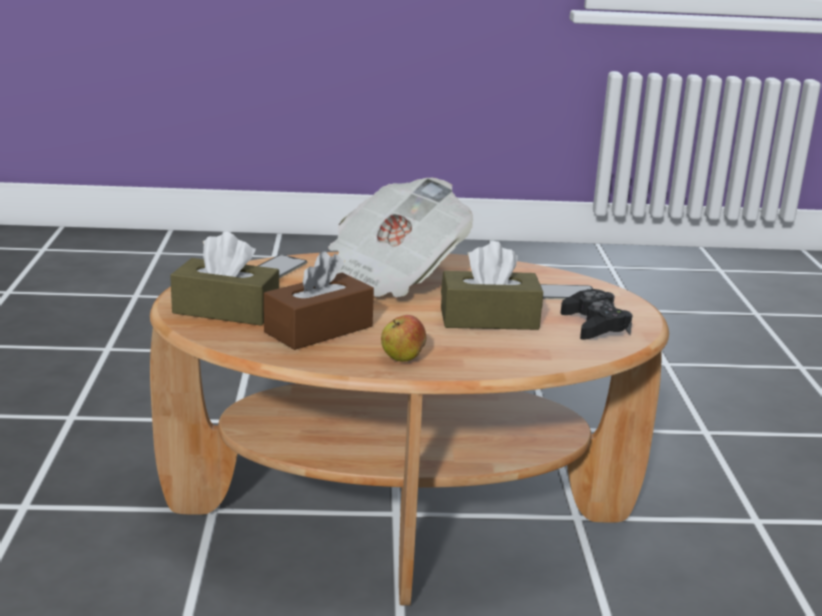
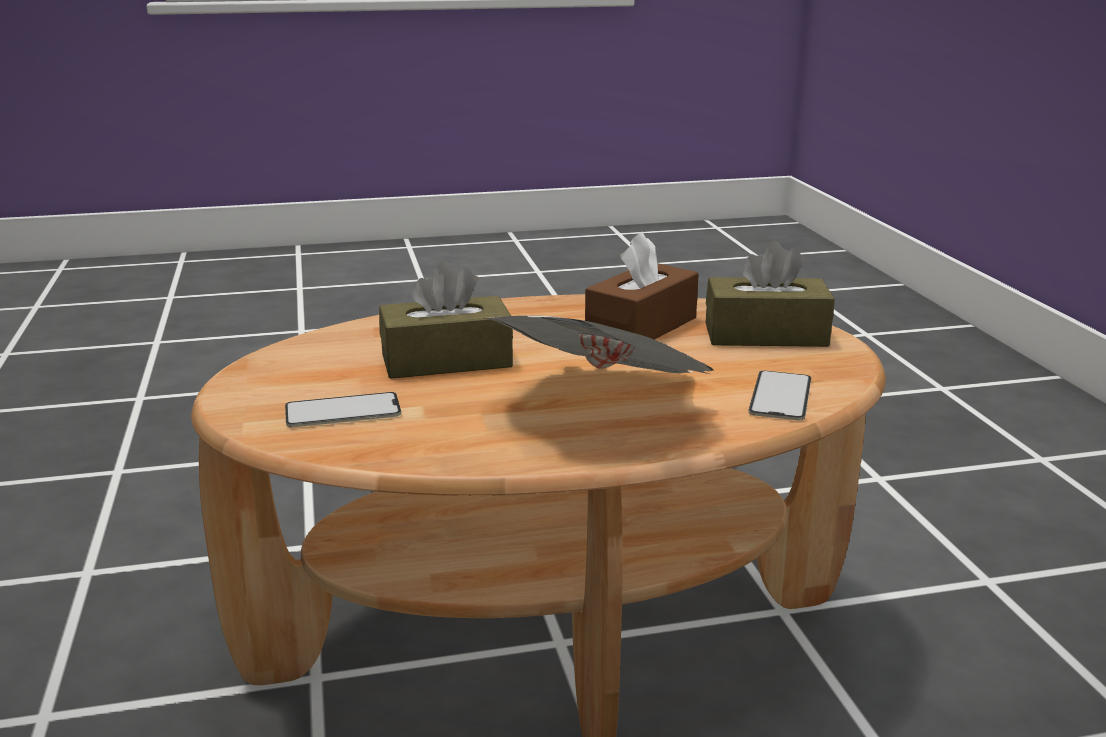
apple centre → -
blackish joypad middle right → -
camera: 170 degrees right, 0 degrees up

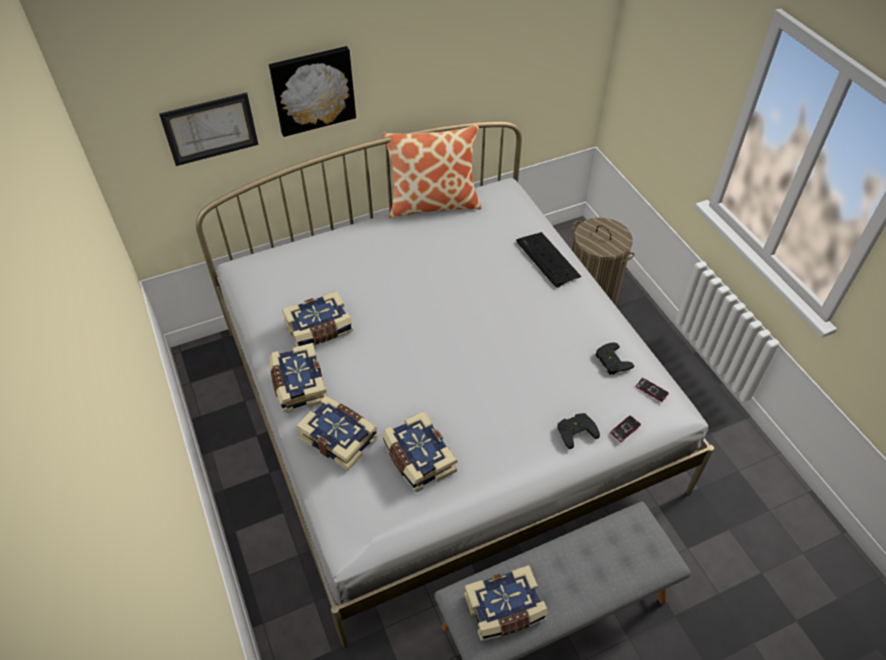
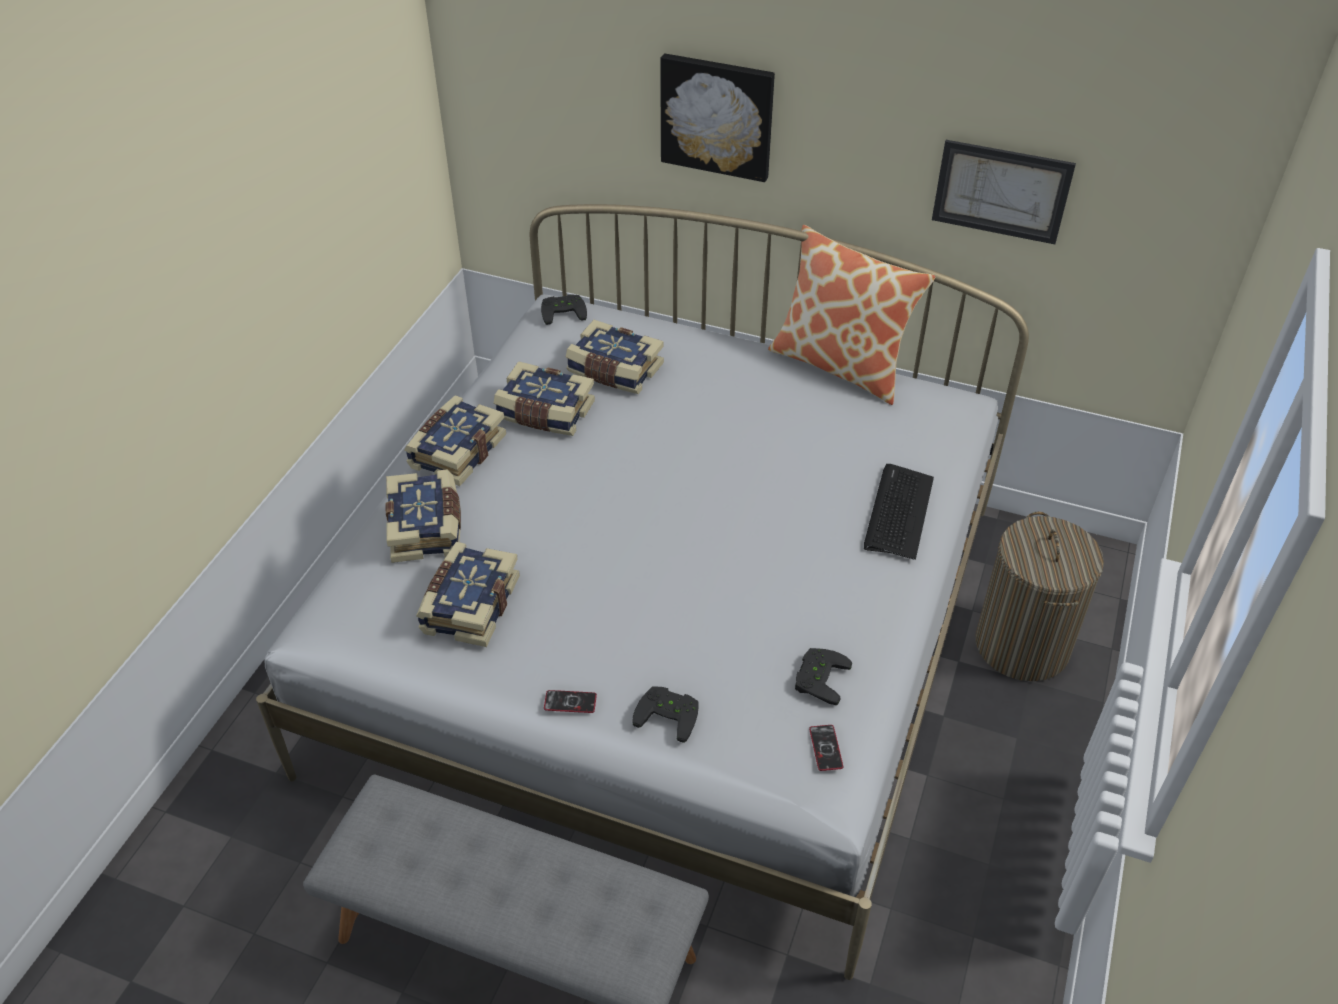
- → blackish joypad (no. 1 from left) top centre
wall art (no. 1 from left in the first image) top left → wall art (no. 2 from left) top right, shifted
bound book (no. 5 from left) bottom centre → bound book (no. 5 from left) centre, shifted
telephone (no. 1 from left) middle right → telephone (no. 1 from left) bottom centre, shifted
camera: 45 degrees right, 5 degrees down

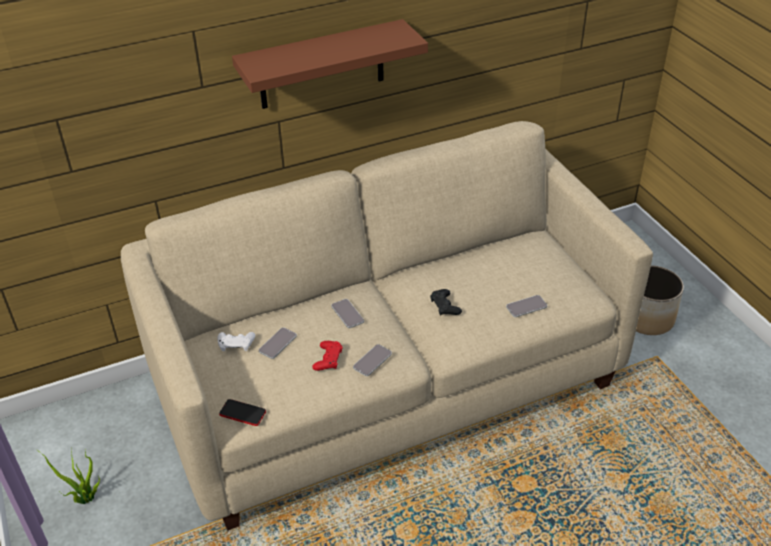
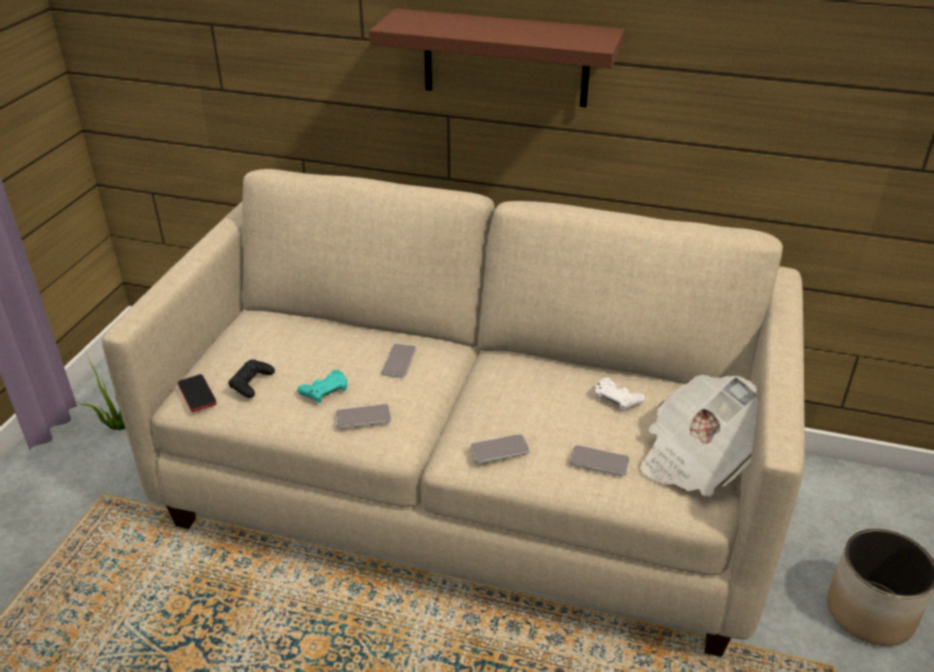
- → printed paper middle right
white-coloured joypad middle left → white-coloured joypad centre, shifted
telephone (no. 2 from left in the first image) centre → telephone (no. 4 from left) bottom centre, shifted
blackish joypad centre → blackish joypad middle left, shifted
red joypad centre → turquoise joypad centre
camera: 40 degrees right, 5 degrees down

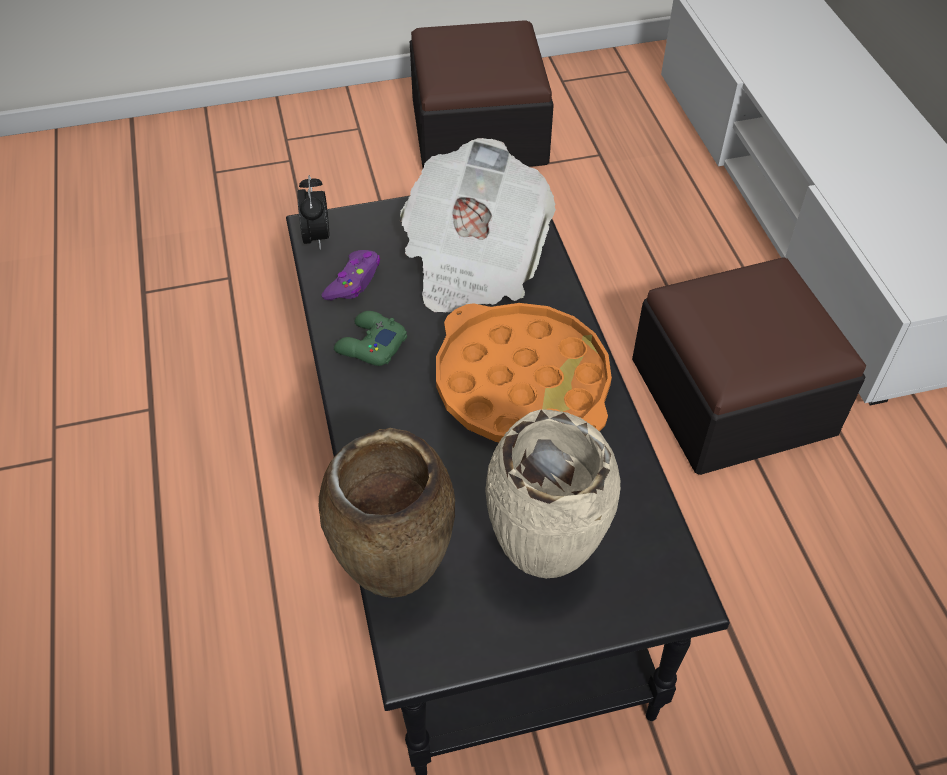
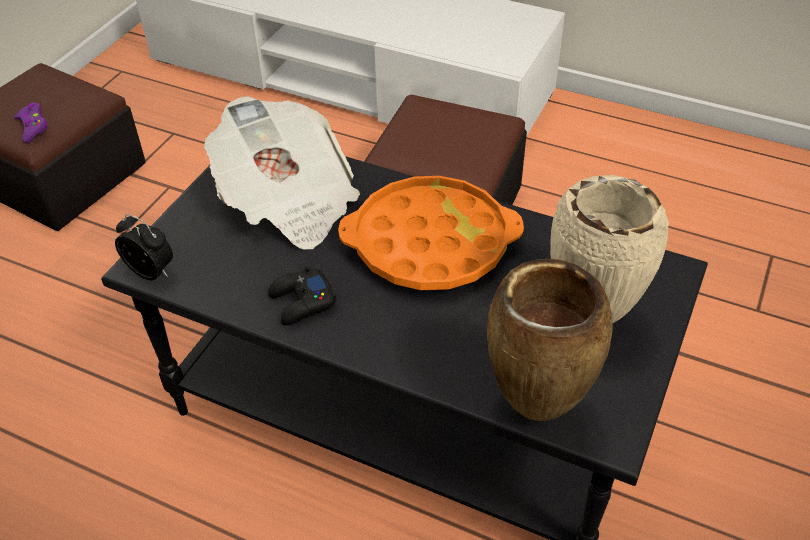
purplish joypad centre → purplish joypad top left, shifted
green-coloured joypad centre → blackish joypad centre
camera: 50 degrees left, 5 degrees down

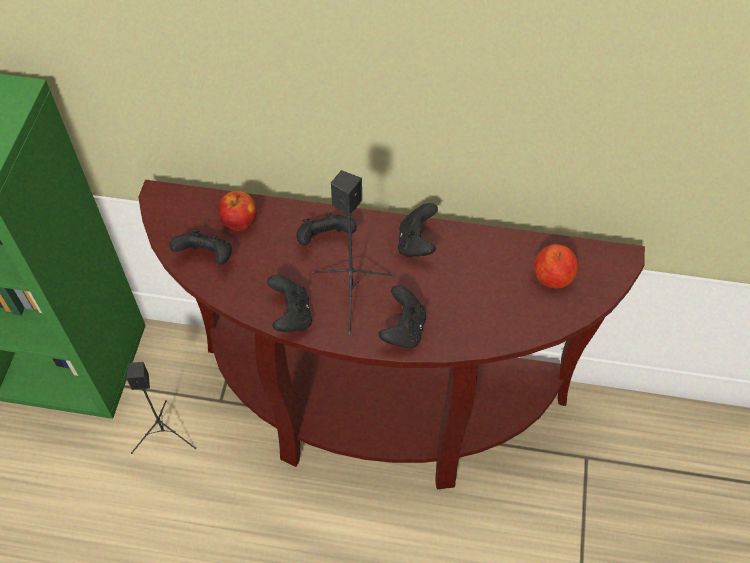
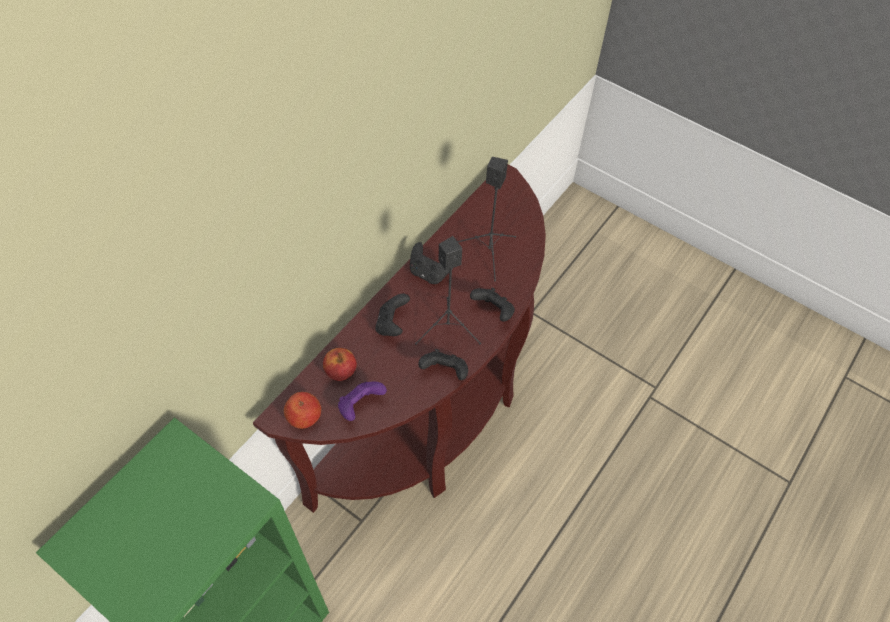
blackish loudspeaker (no. 1 from left in the first image) bottom left → blackish loudspeaker (no. 2 from left) centre, shifted
apple (no. 2 from left in the first image) middle right → apple (no. 1 from left) centre, shifted
blackish joypad (no. 1 from left) middle left → purplish joypad centre
camera: 65 degrees left, 0 degrees up

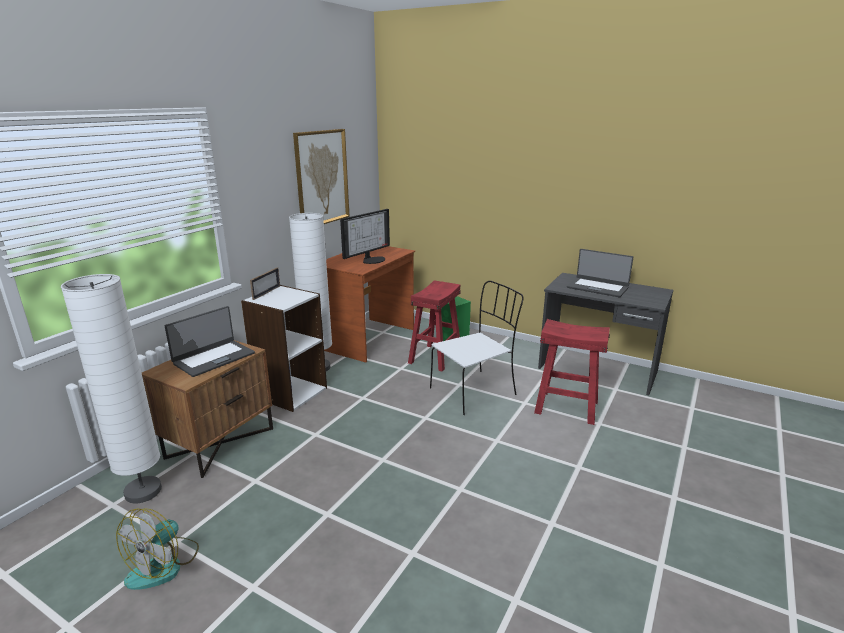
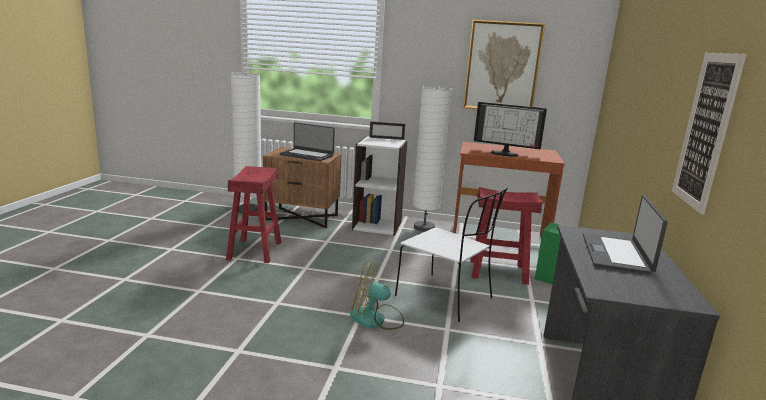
- → wall art (no. 2 from left) middle right
cooling fan bottom left → cooling fan bottom centre, shifted
red stool (no. 2 from left in the first image) middle right → red stool (no. 1 from left) middle left, shifted
camera: 70 degrees right, 5 degrees down

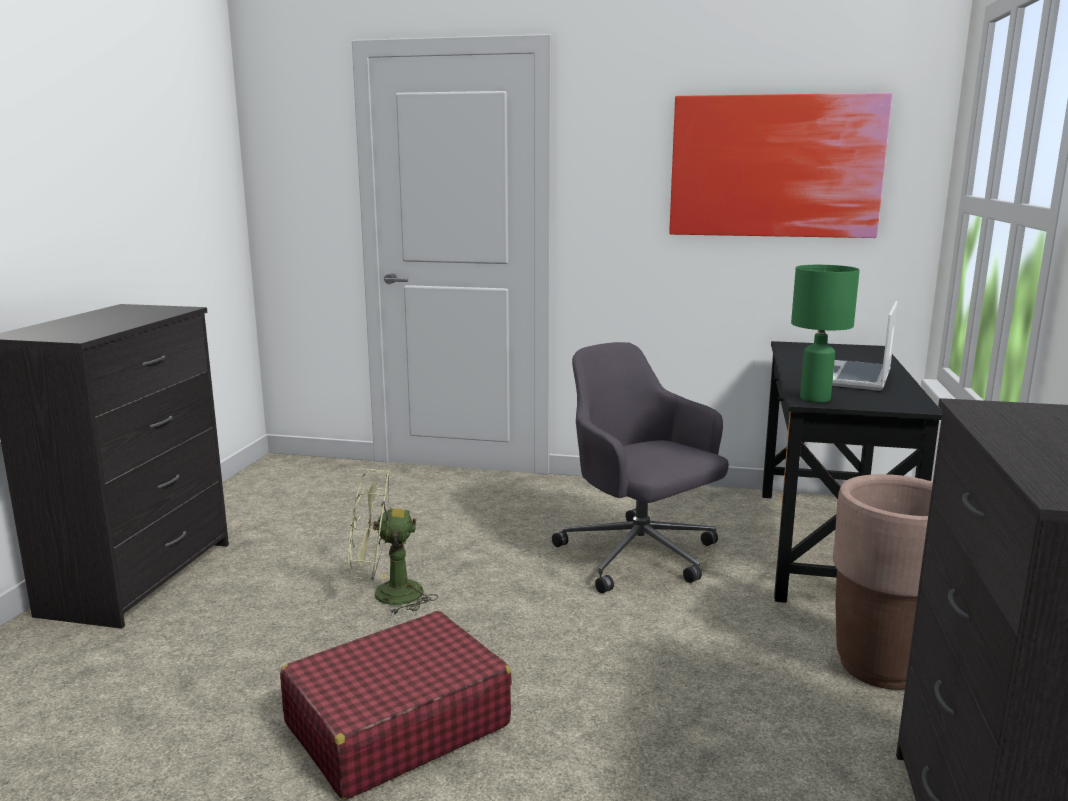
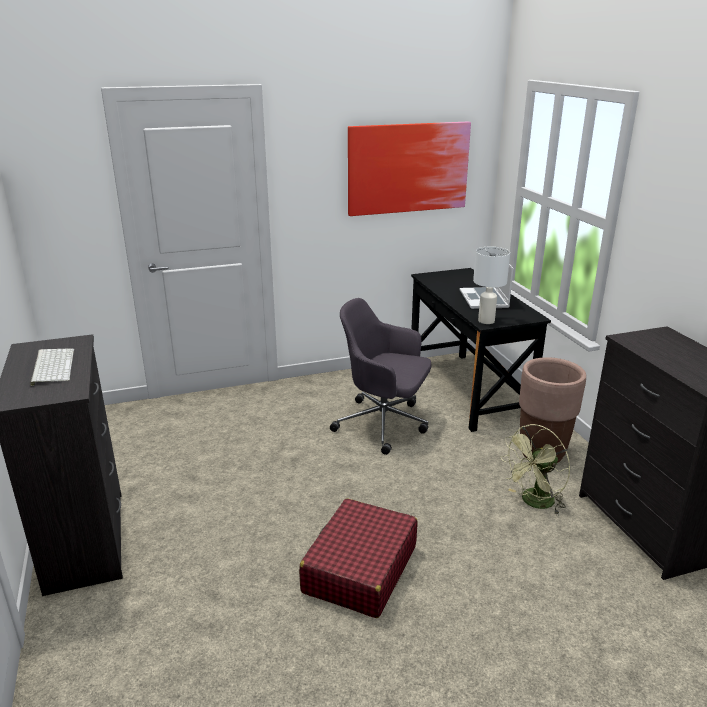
- → computer keyboard middle left
green-coloured cooling fan bottom centre → green-coloured cooling fan middle right, shifted
green-coloured tabletop lamp middle right → white-coloured tabletop lamp middle right
camera: 30 degrees left, 10 degrees up

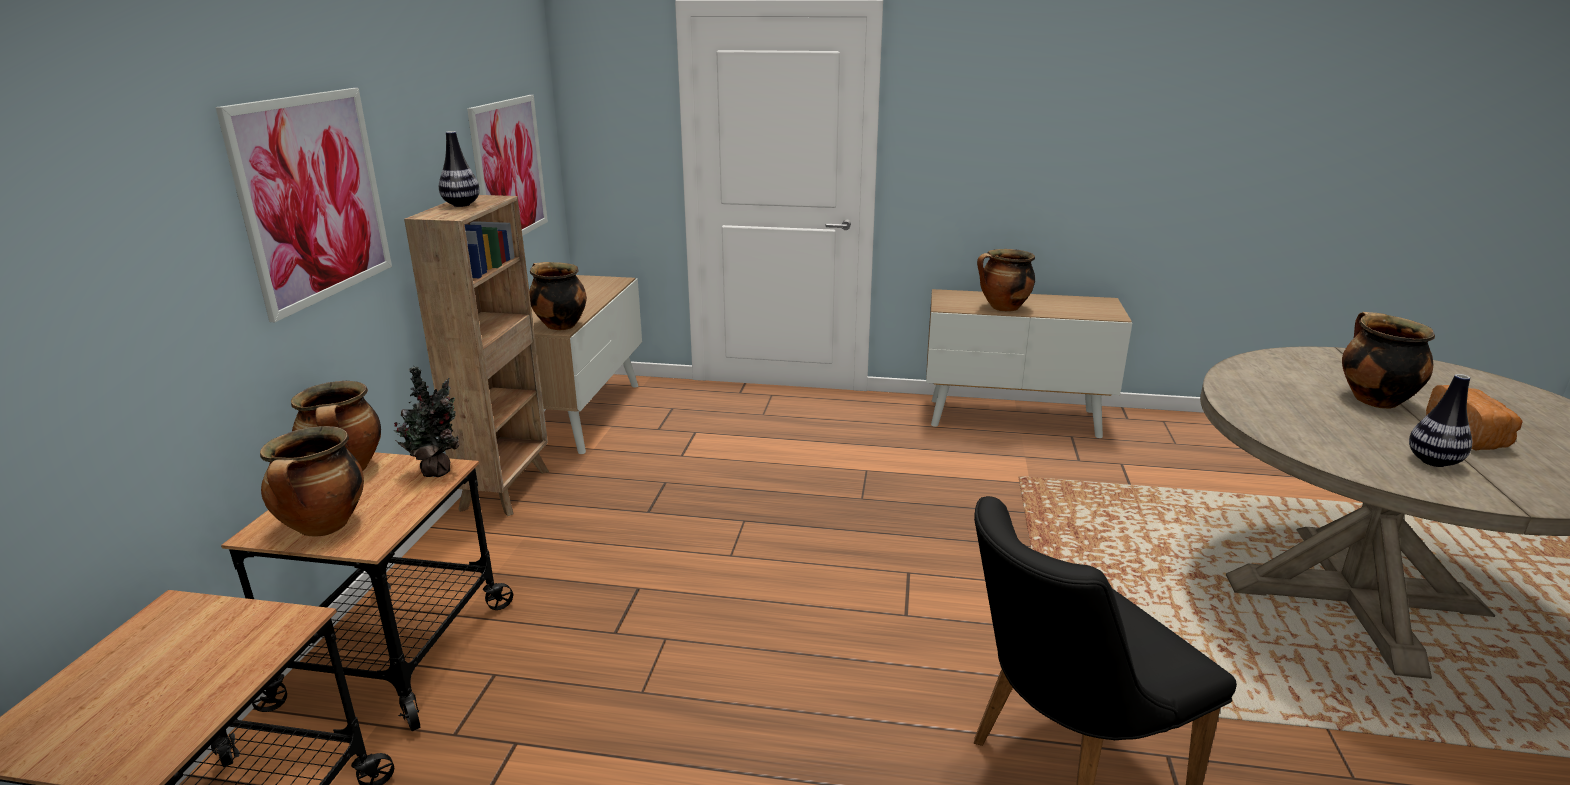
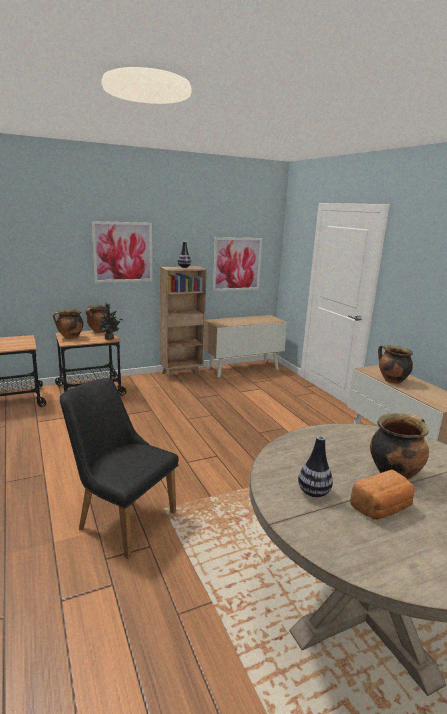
saucepot (no. 3 from left) centre → -
camera: 55 degrees right, 5 degrees down

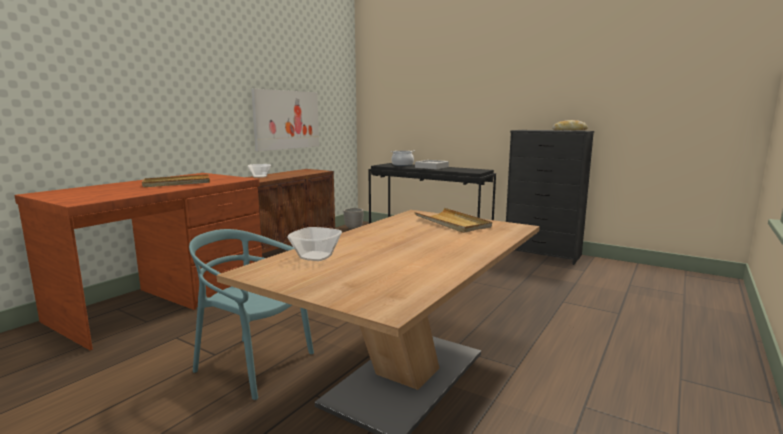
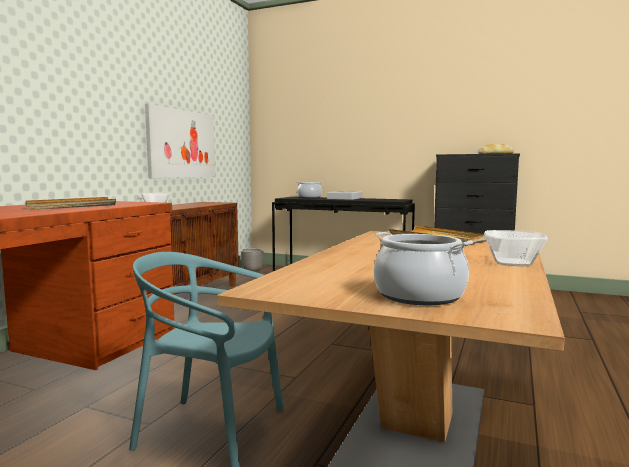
- → saucepot (no. 2 from left) middle right
deep dish (no. 2 from left) centre → deep dish (no. 2 from left) middle right, shifted
camera: 10 degrees left, 5 degrees down

